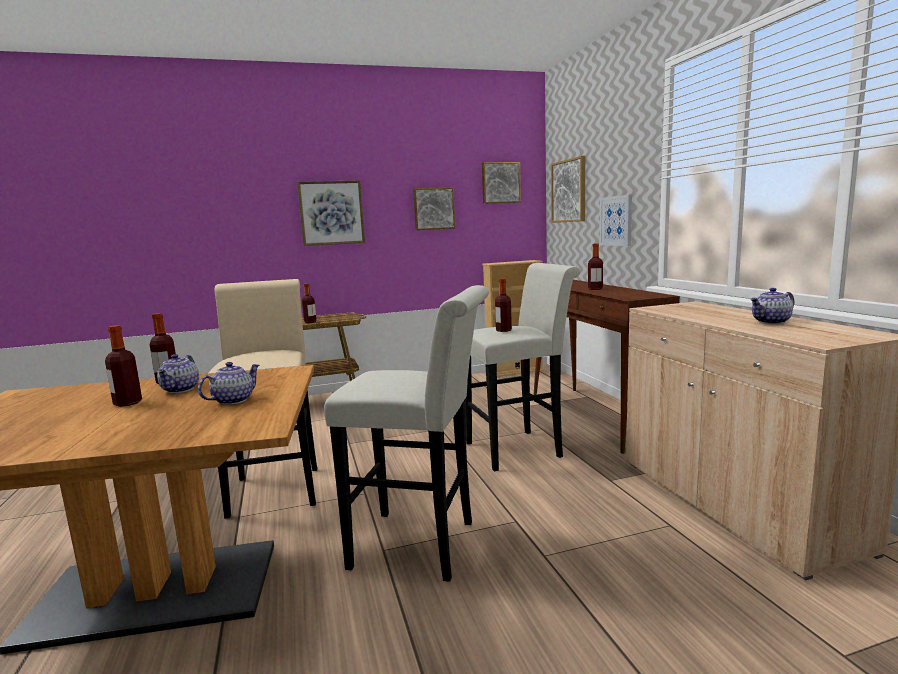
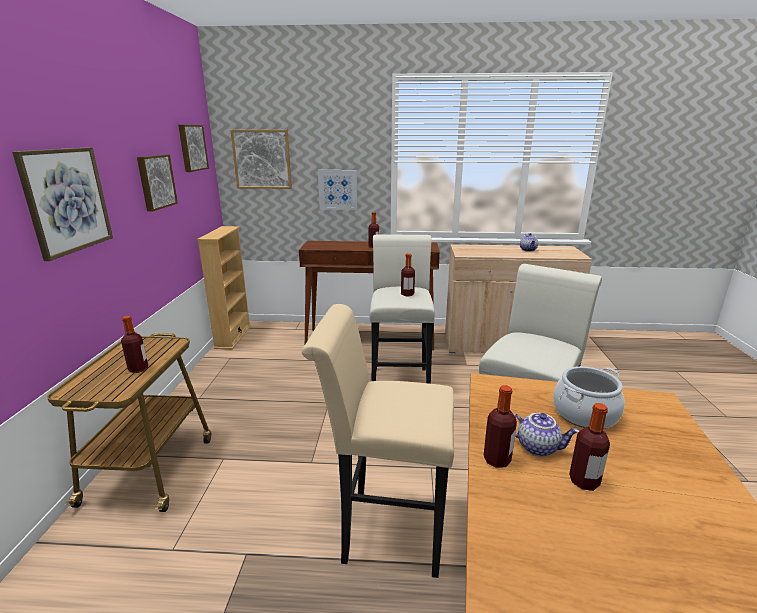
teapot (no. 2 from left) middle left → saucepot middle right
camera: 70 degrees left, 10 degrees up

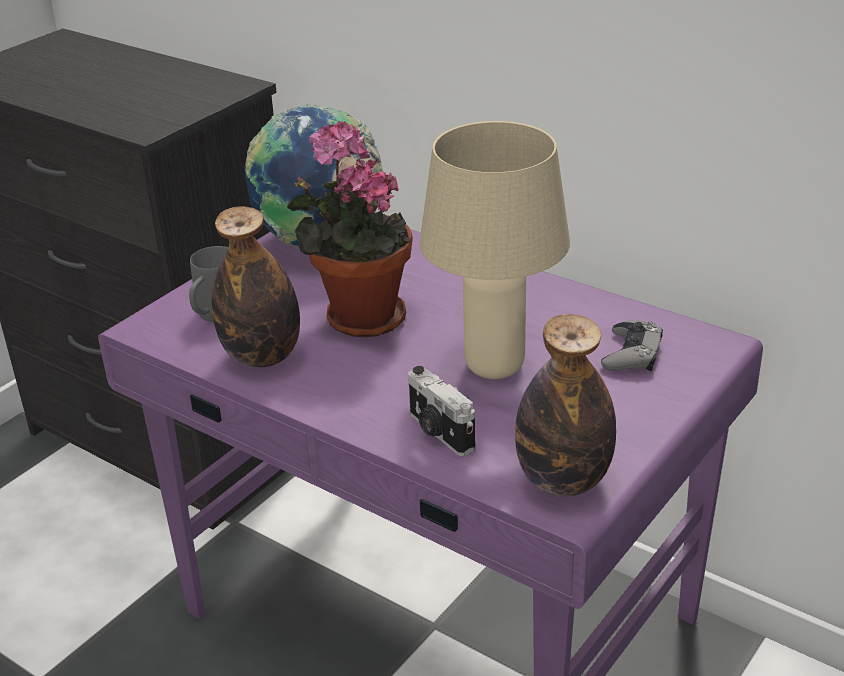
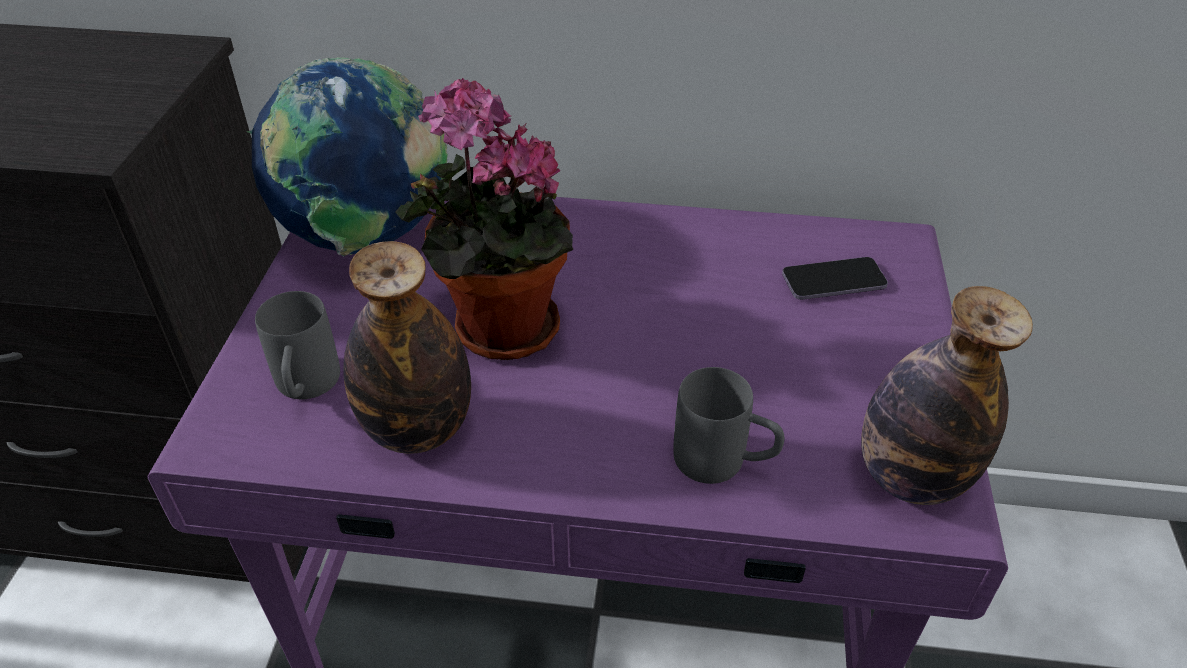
beige tabletop lamp centre → -
still camera centre → grey coffee mug (no. 2 from left) centre
grey joypad middle right → telephone middle right
camera: 30 degrees left, 10 degrees up

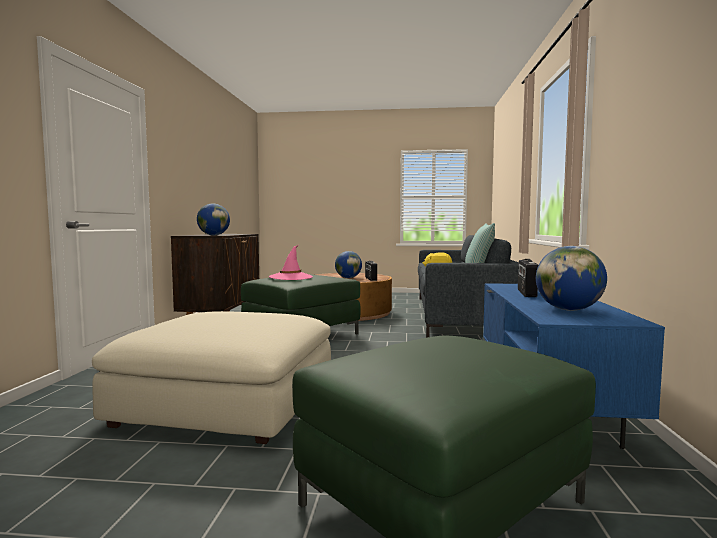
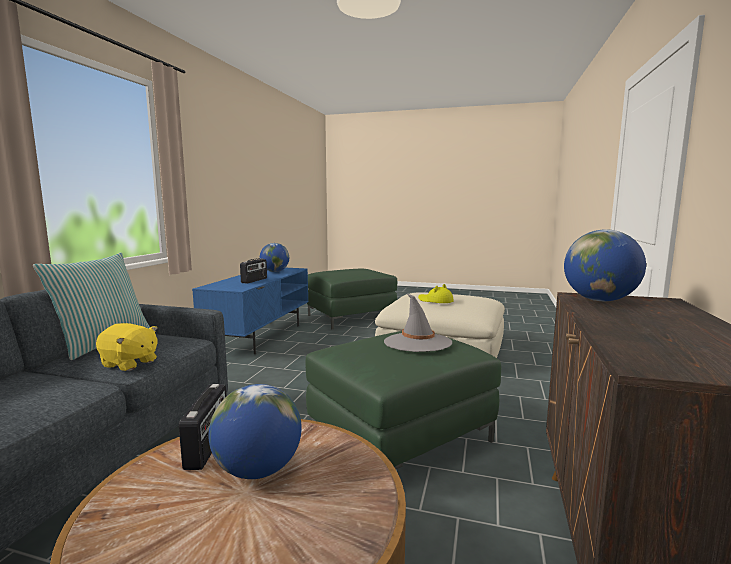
- → yellow-coloured clothing hat centre
pink-coloured clothing hat centre → grey clothing hat centre
camera: 170 degrees left, 5 degrees up

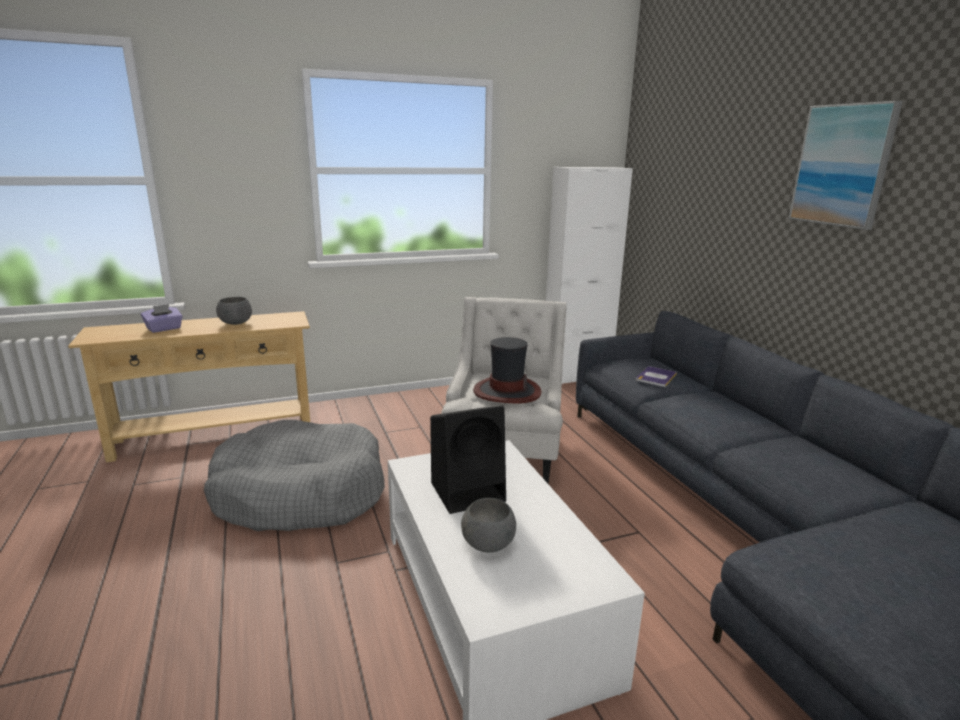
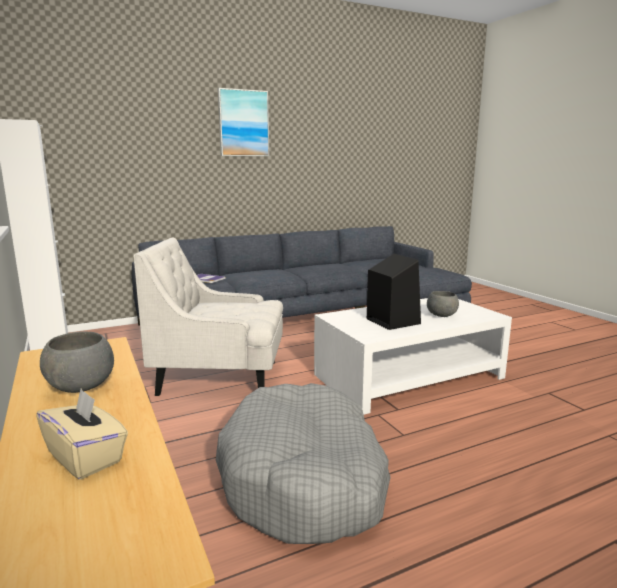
clothing hat centre → -
purplish box of tissues middle left → beige box of tissues bottom left
camera: 95 degrees left, 5 degrees down

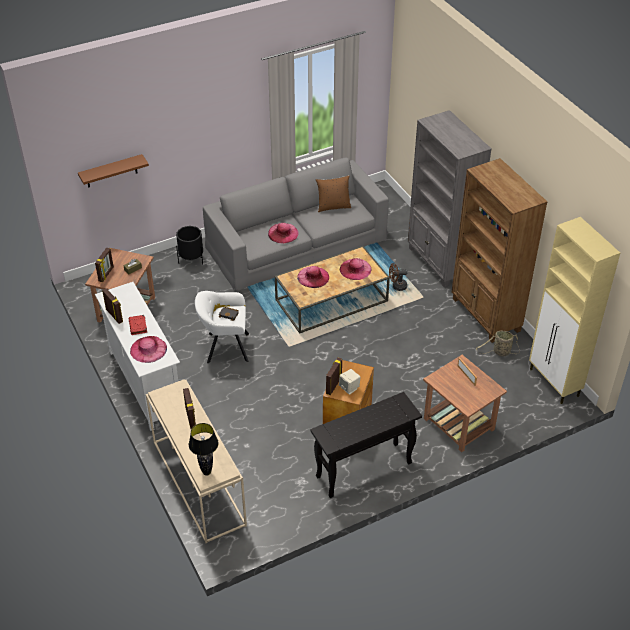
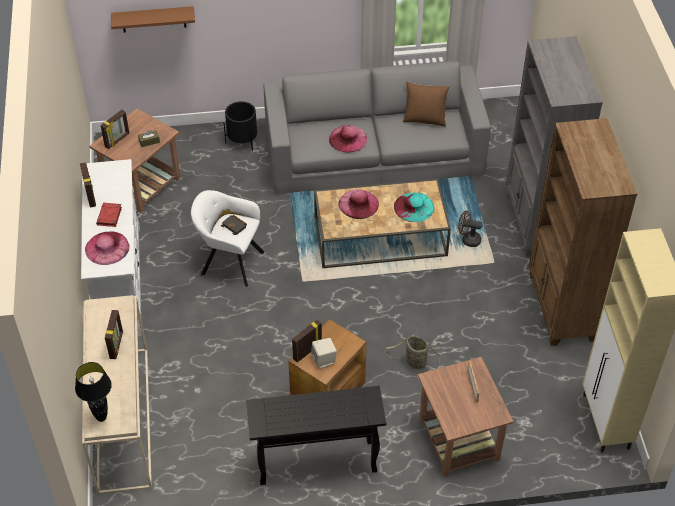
basket middle right → basket bottom centre, shifted
pink-coloured clothing hat (no. 4 from left) centre → turquoise clothing hat centre
camera: 20 degrees right, 5 degrees up

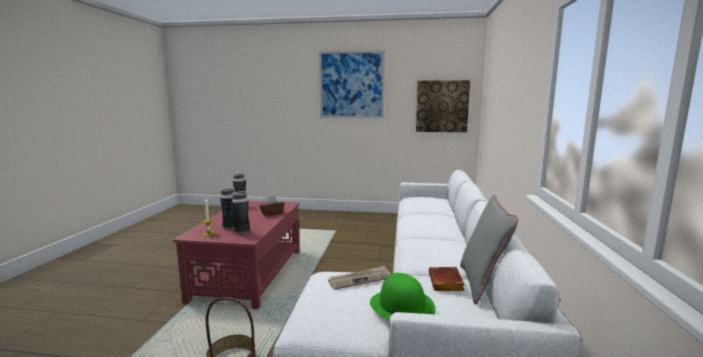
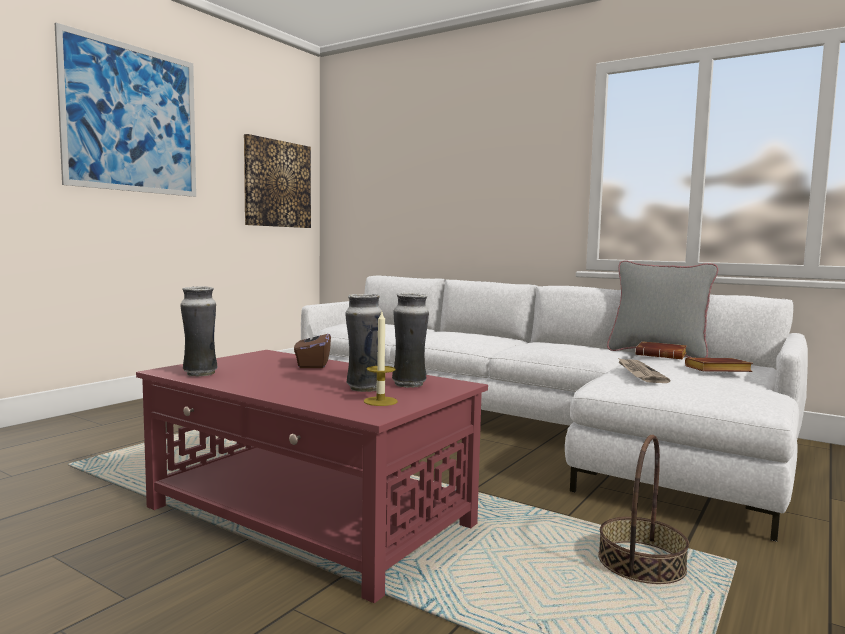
green-coloured clothing hat bottom centre → brown-coloured bound book (no. 2 from left) middle right
camera: 65 degrees left, 5 degrees down

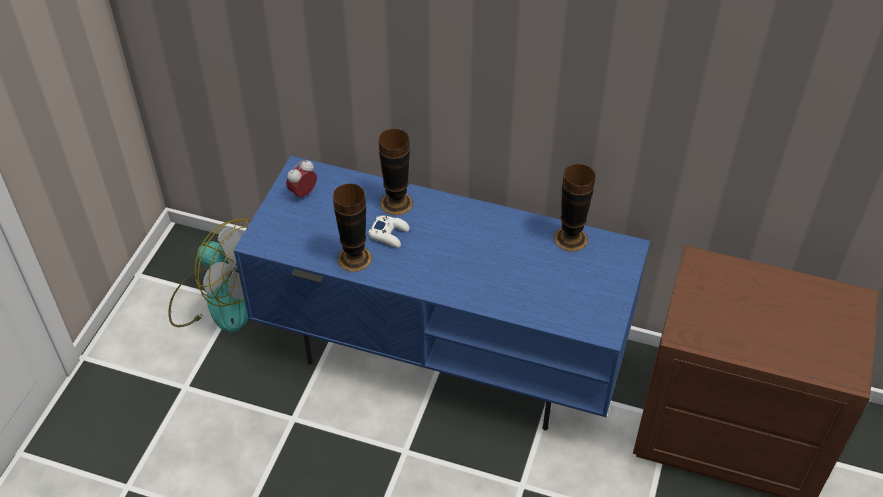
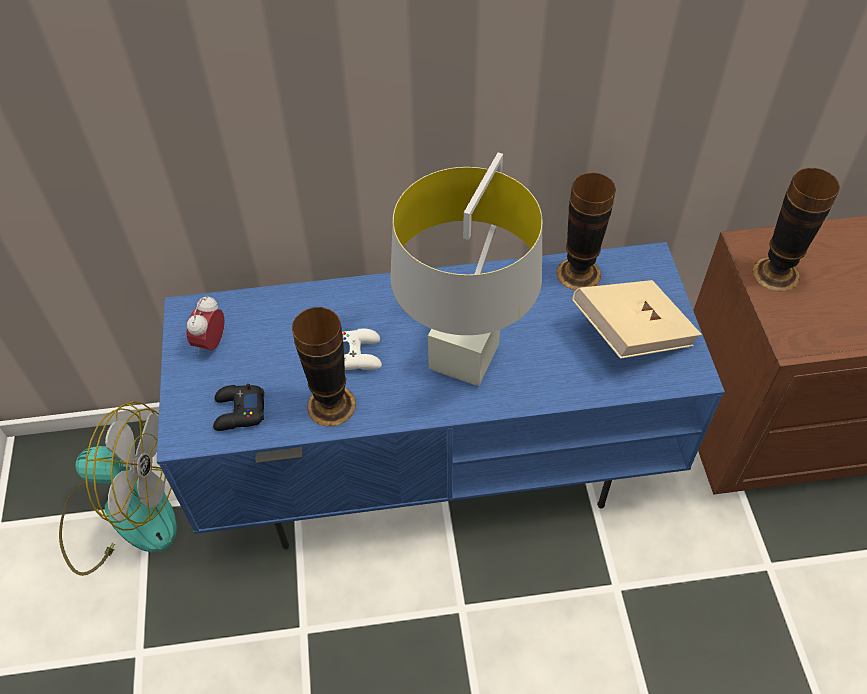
- → blackish joypad middle left
- → grey tabletop lamp centre
- → beige bound book middle right
flower vase (no. 2 from left in the first image) centre → flower vase (no. 3 from left) top right, shifted
camera: 25 degrees left, 5 degrees up

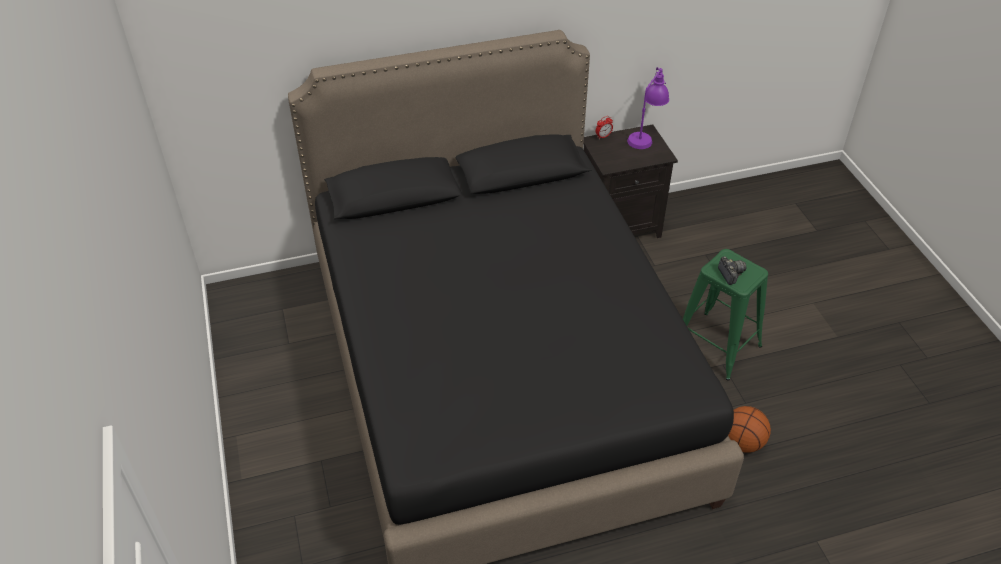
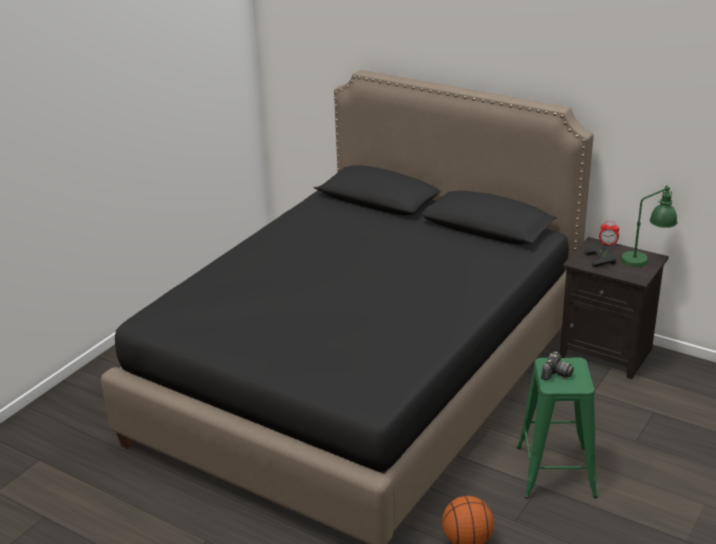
- → blackish joypad middle right
purplish tabletop lamp top centre → green-coloured tabletop lamp middle right
camera: 50 degrees right, 15 degrees down

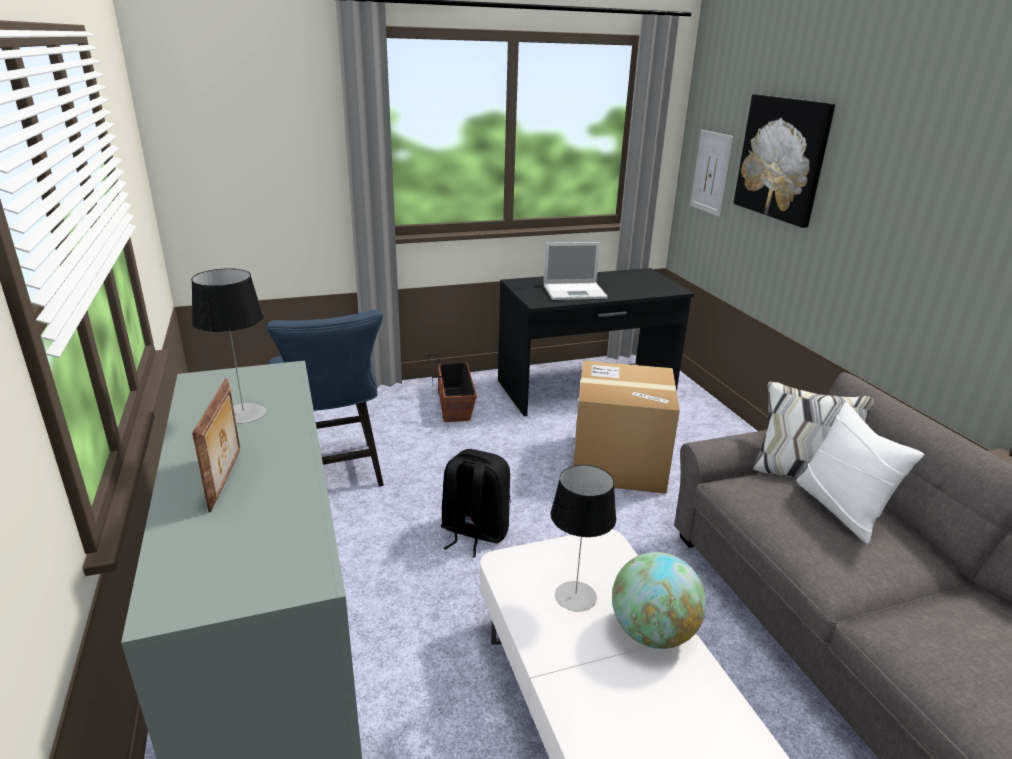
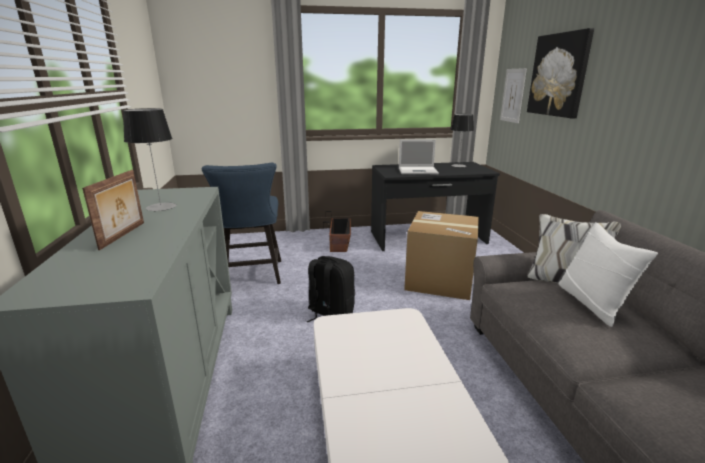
globe bottom centre → -
tabletop lamp (no. 2 from left) bottom centre → tabletop lamp (no. 2 from left) top centre, shifted
camera: 10 degrees right, 5 degrees down

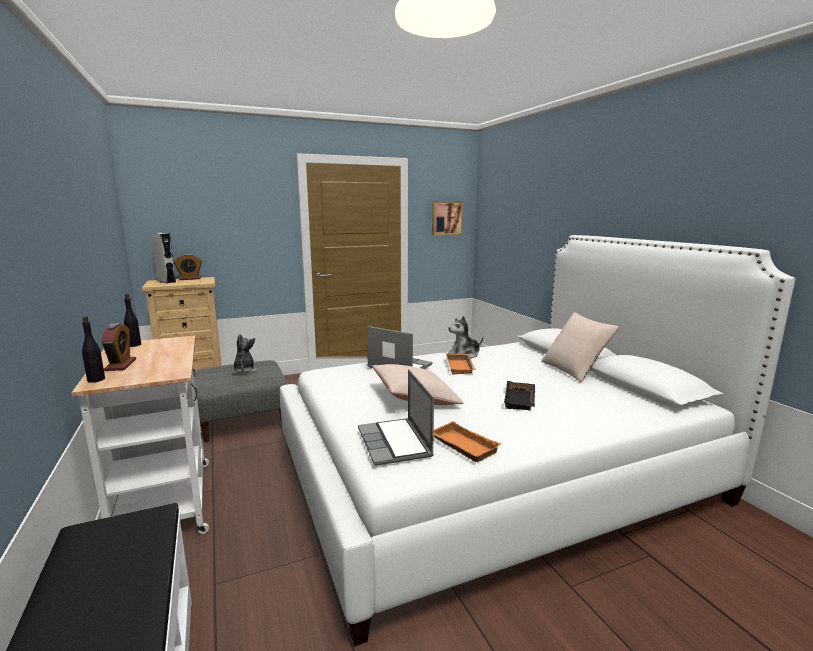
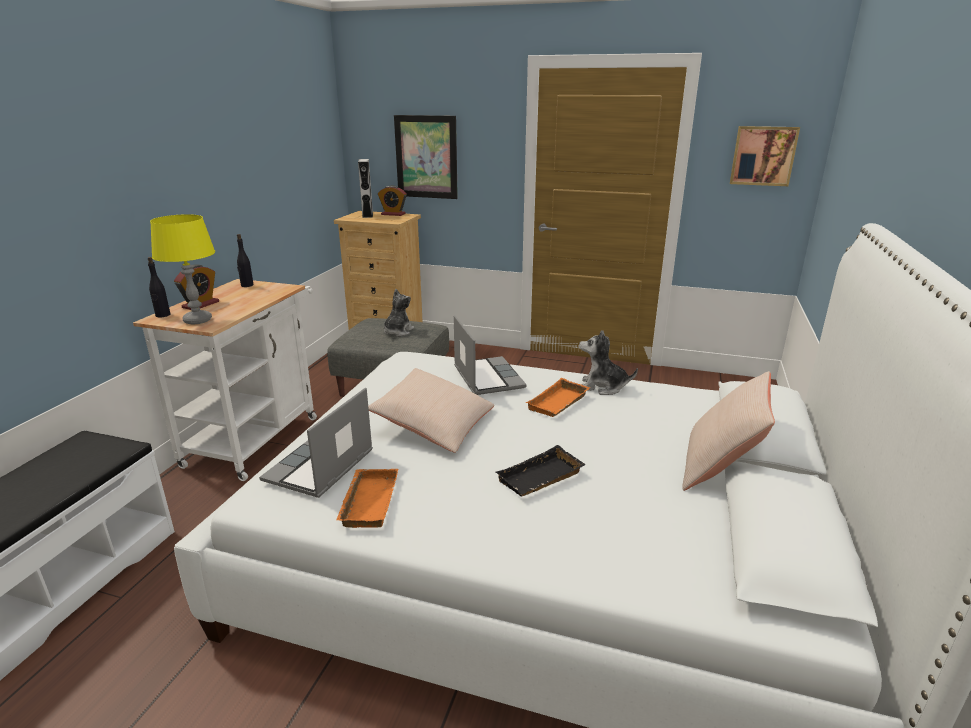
- → yellow-coloured tabletop lamp middle left
- → wall art (no. 1 from left) top centre
camera: 40 degrees right, 10 degrees up

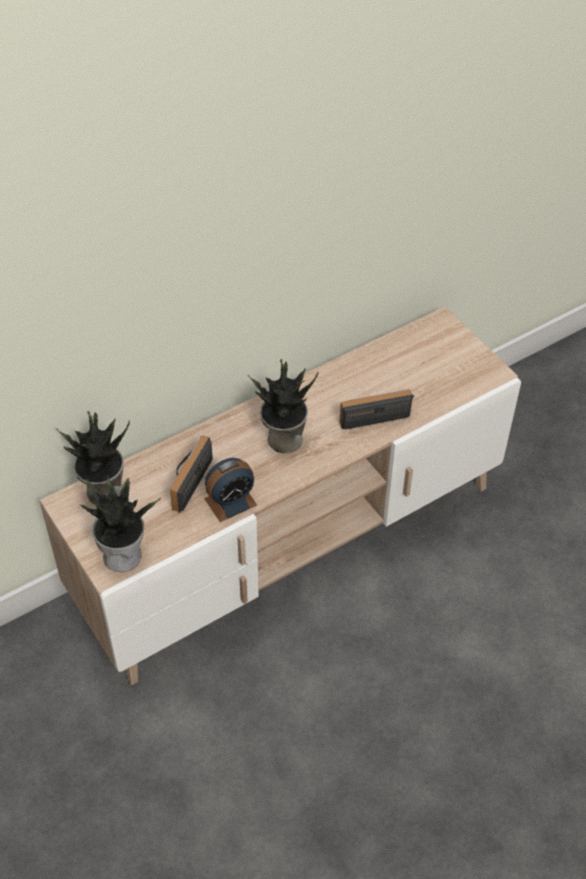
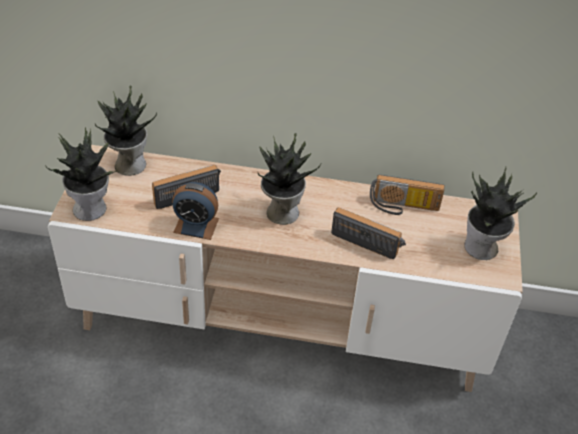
- → radio receiver (no. 3 from left) middle right
- → potted plant (no. 4 from left) middle right
camera: 40 degrees right, 5 degrees down

